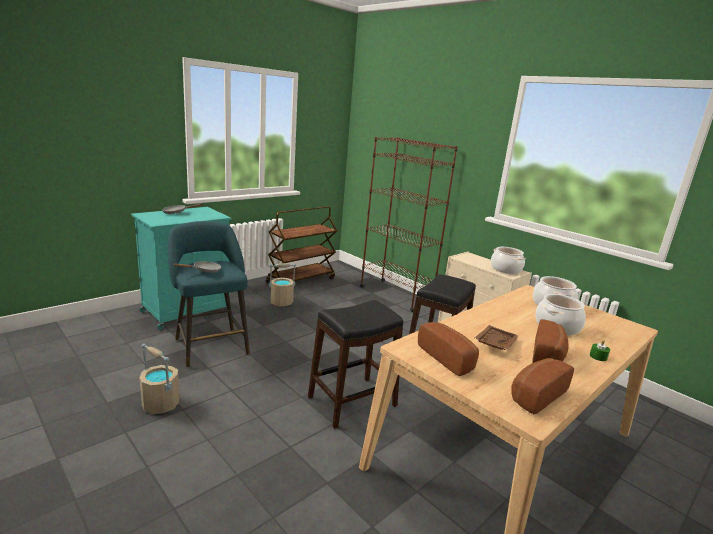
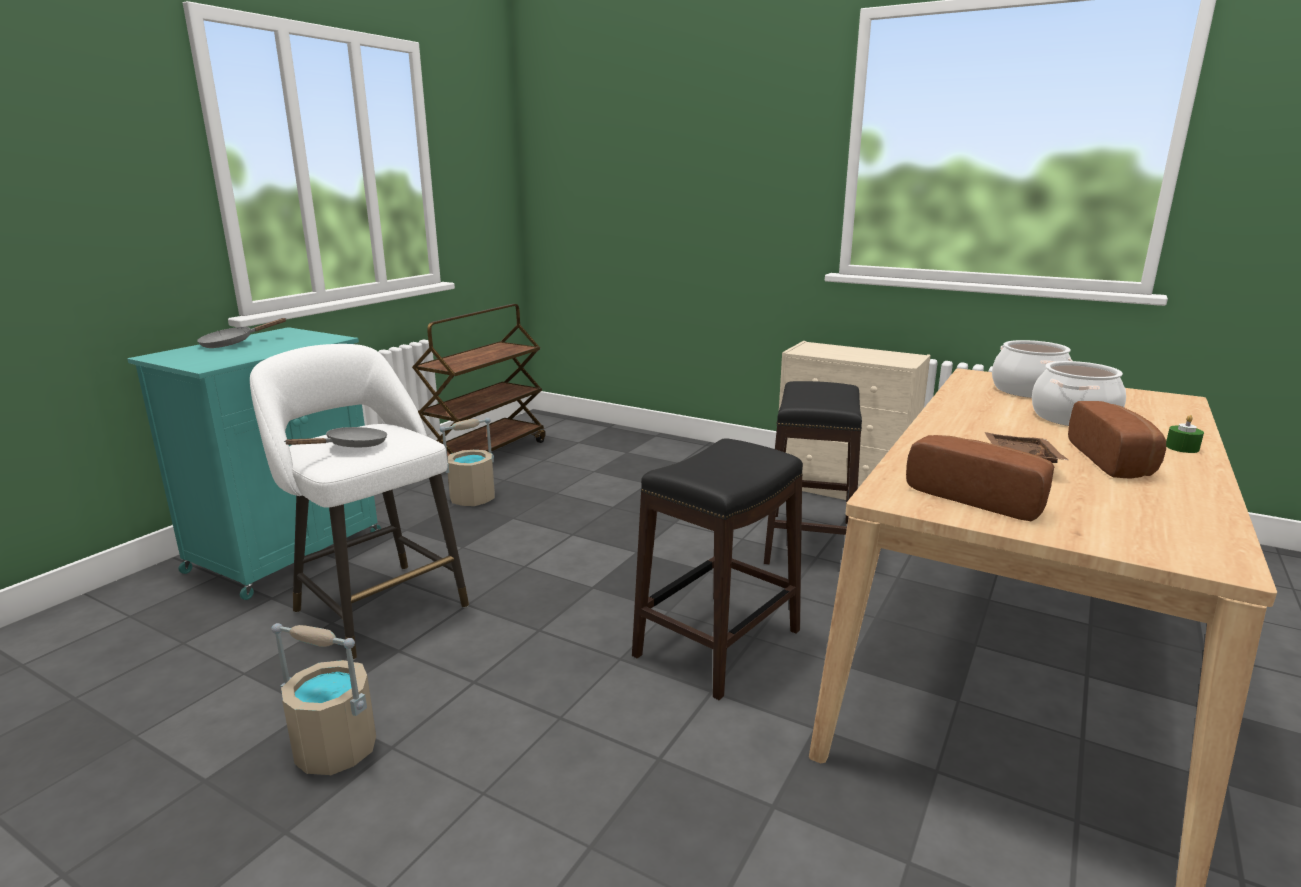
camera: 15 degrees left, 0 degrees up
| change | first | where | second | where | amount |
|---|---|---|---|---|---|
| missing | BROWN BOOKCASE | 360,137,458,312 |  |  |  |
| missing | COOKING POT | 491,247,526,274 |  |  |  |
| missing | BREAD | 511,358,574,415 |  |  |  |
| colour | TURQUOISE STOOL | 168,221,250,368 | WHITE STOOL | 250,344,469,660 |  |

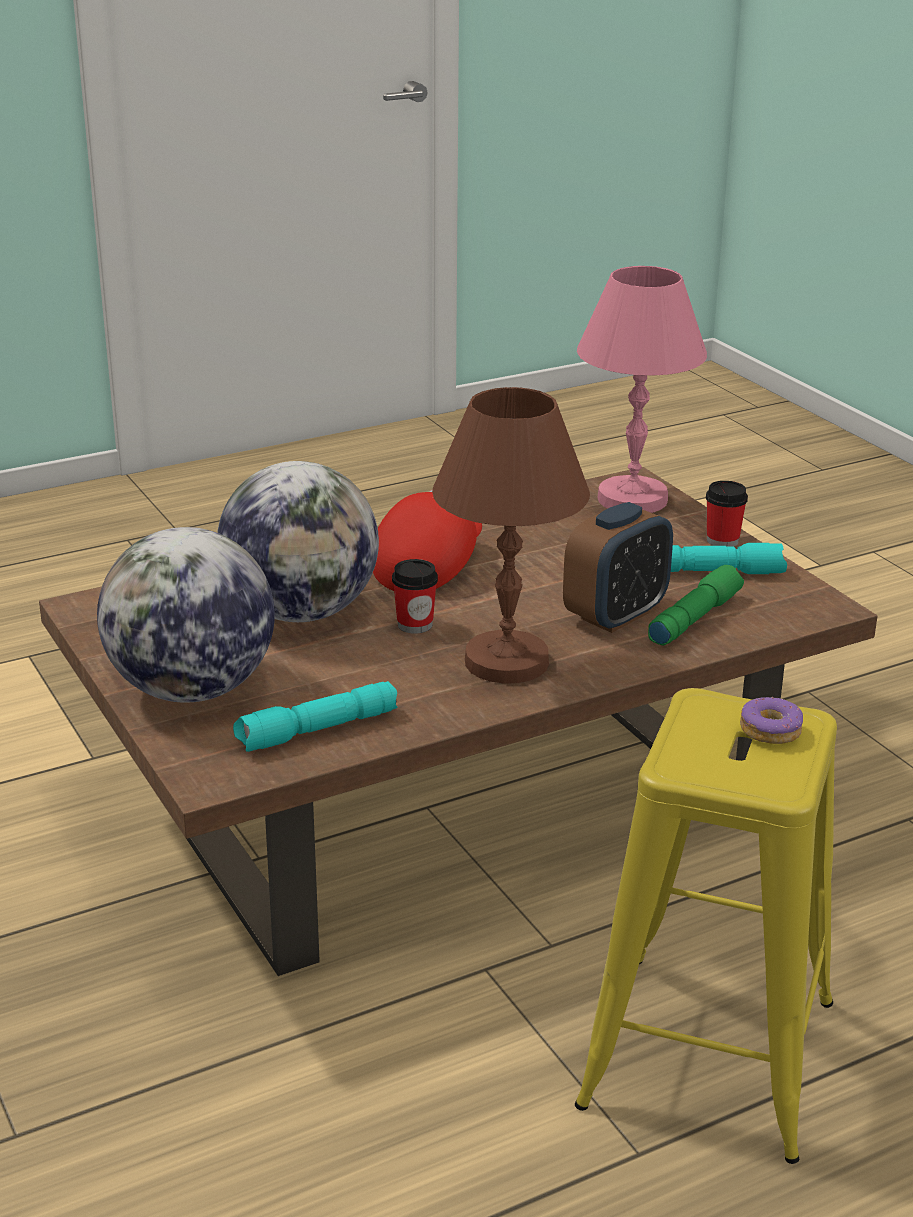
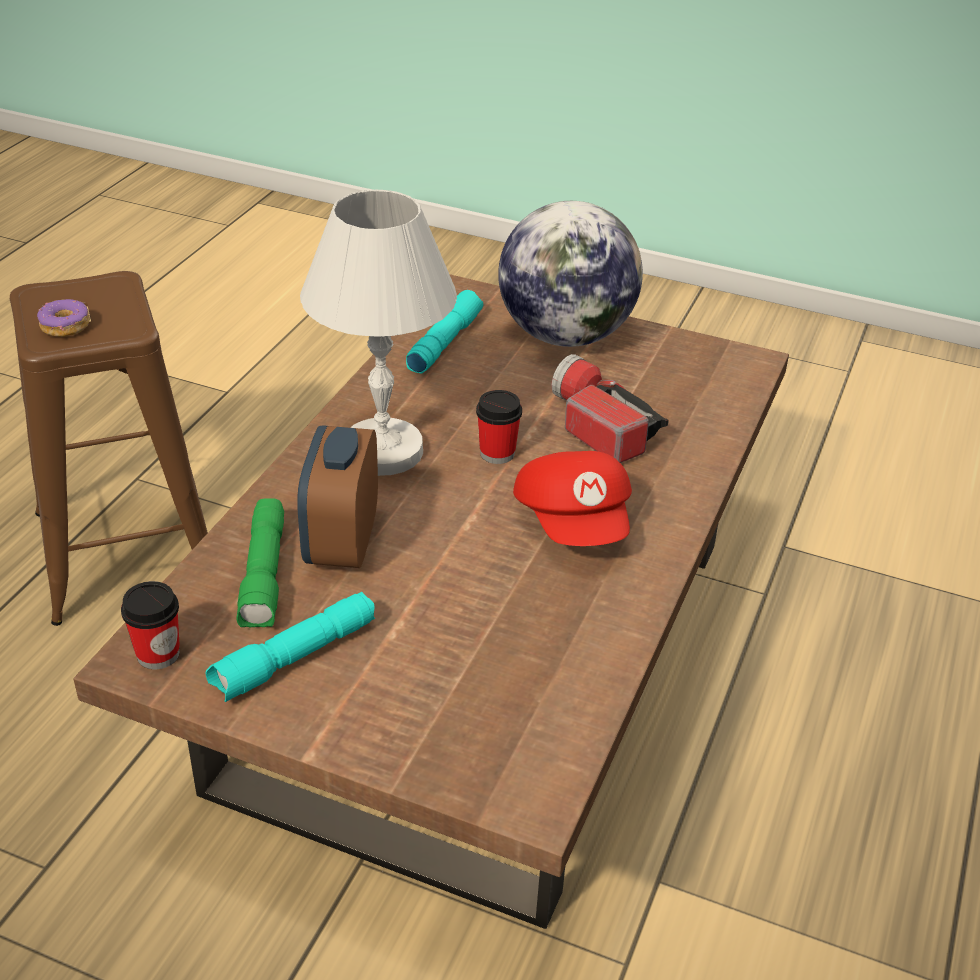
camera: 140 degrees right, 10 degrees up
| change | first | where | second | where | amount |
|---|---|---|---|---|---|
| missing | PINK TABLE LAMP | 577,266,707,513 |  |  |  |
| relocated | CUP | 706,481,748,547 |  | 121,581,180,669 |  |
| exchanged | GLOBE | 217,461,379,622 | FLASHLIGHT | 551,354,669,463 |  |
| colour | BROWN TABLE LAMP | 432,387,590,684 | WHITE TABLE LAMP | 300,190,457,476 |  |
| colour | YELLOW STOOL | 575,688,837,1164 | BROWN STOOL | 10,271,208,626 |  |

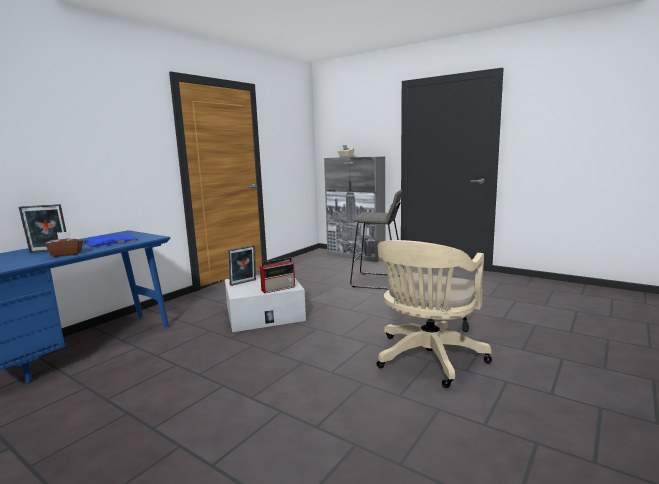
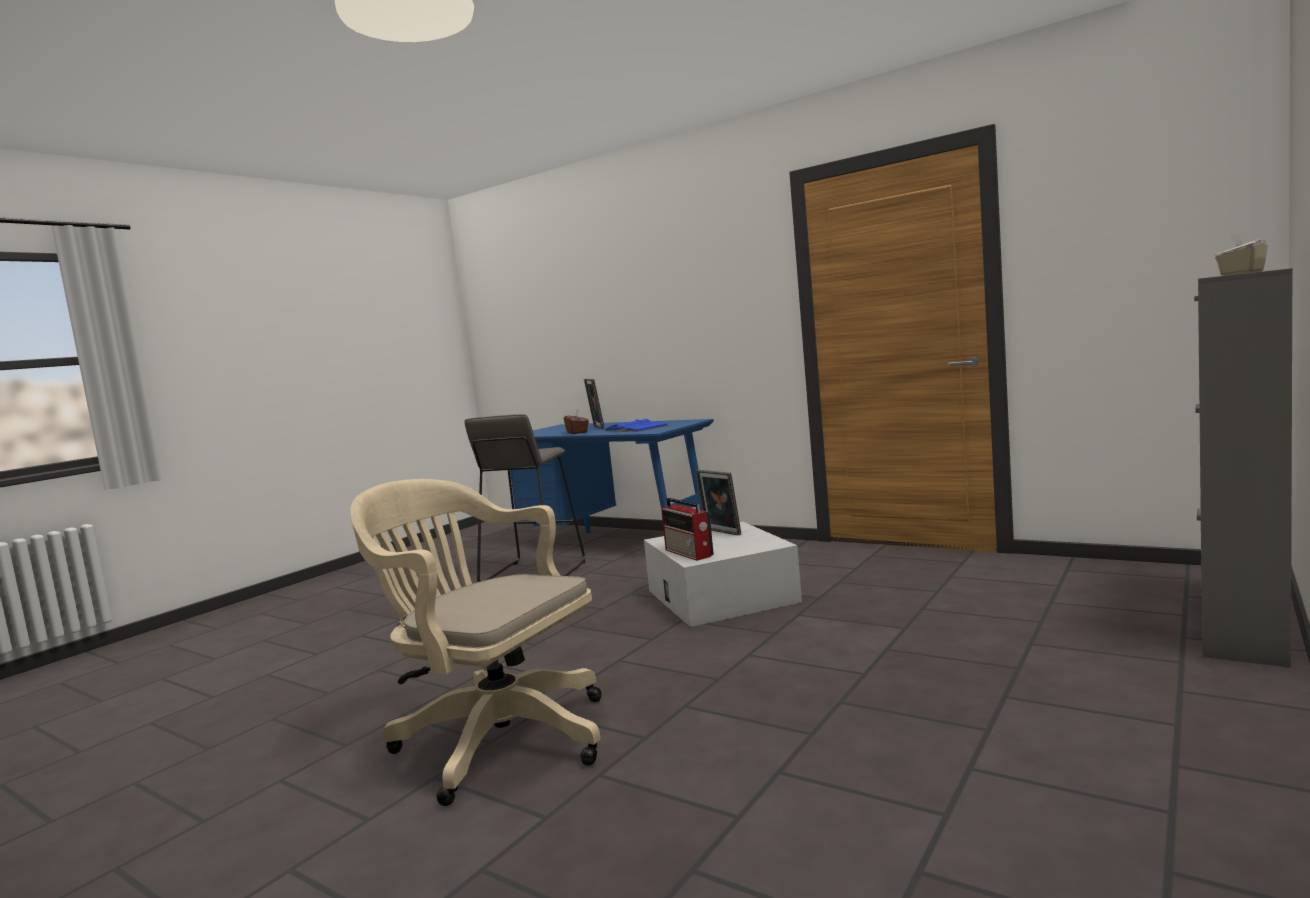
camera: 90 degrees right, 5 degrees down
| change | first | where | second | where | amount |
|---|---|---|---|---|---|
| relocated | GREY STOOL | 350,189,403,289 |  | 464,414,585,582 |  |

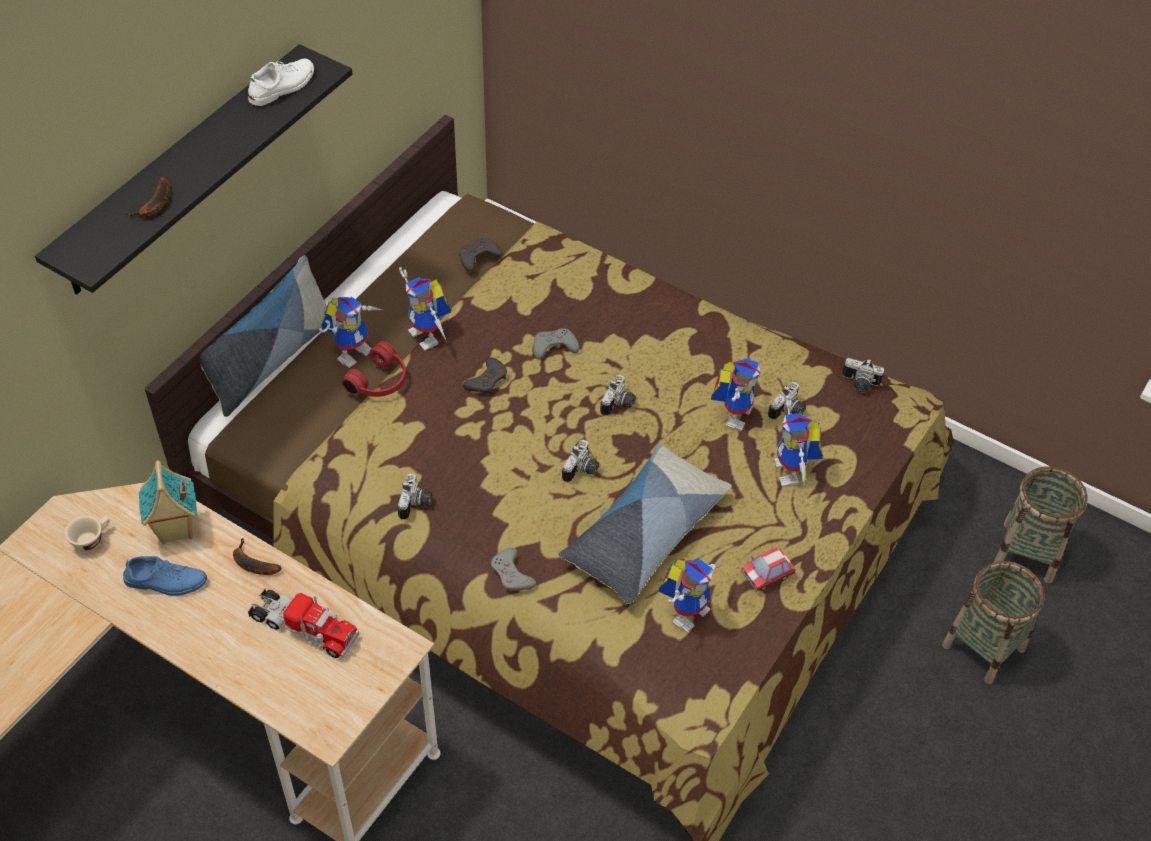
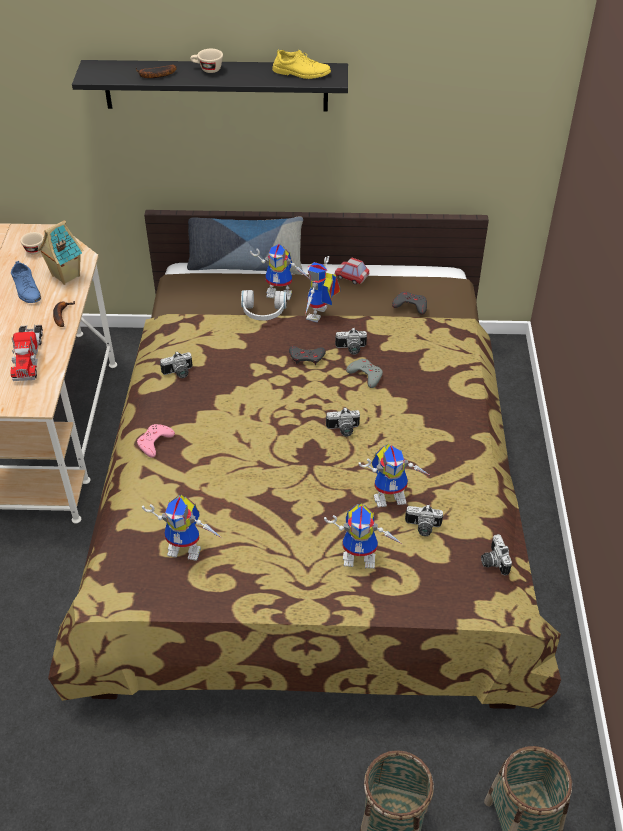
camera: 60 degrees right, 5 degrees down
| change | first | where | second | where | amount |
|---|---|---|---|---|---|
| missing | PILLOW | 559,444,732,604 |  |  |  |
| appeared |  |  | BEIGE CUP | 190,49,223,73 |  |
| relocated | PHOTO CAMERA | 562,440,599,483 |  | 335,328,367,355 |  |
| relocated | TOY CAR | 741,547,796,592 |  | 335,257,369,284 |  |
| colour | WHITE SHOE | 248,59,314,106 | YELLOW SHOE | 272,49,331,79 |  |
| colour | RED HEADPHONES | 341,341,406,397 | WHITE HEADPHONES | 241,290,287,321 |  |
| colour | GREY GAME CONTROLLER | 491,547,536,591 | PINK GAME CONTROLLER | 137,424,175,458 |  |
| spun | TOY ROBOT | 774,395,823,487 |  | 324,503,402,569 | 135 degrees counterclockwise |

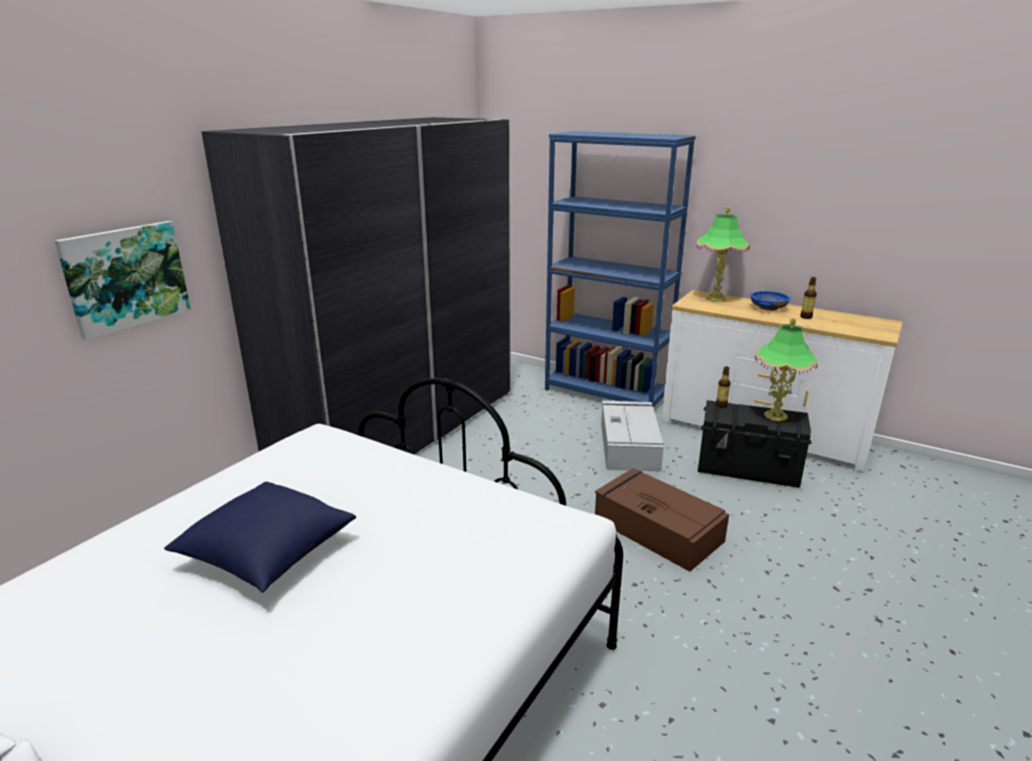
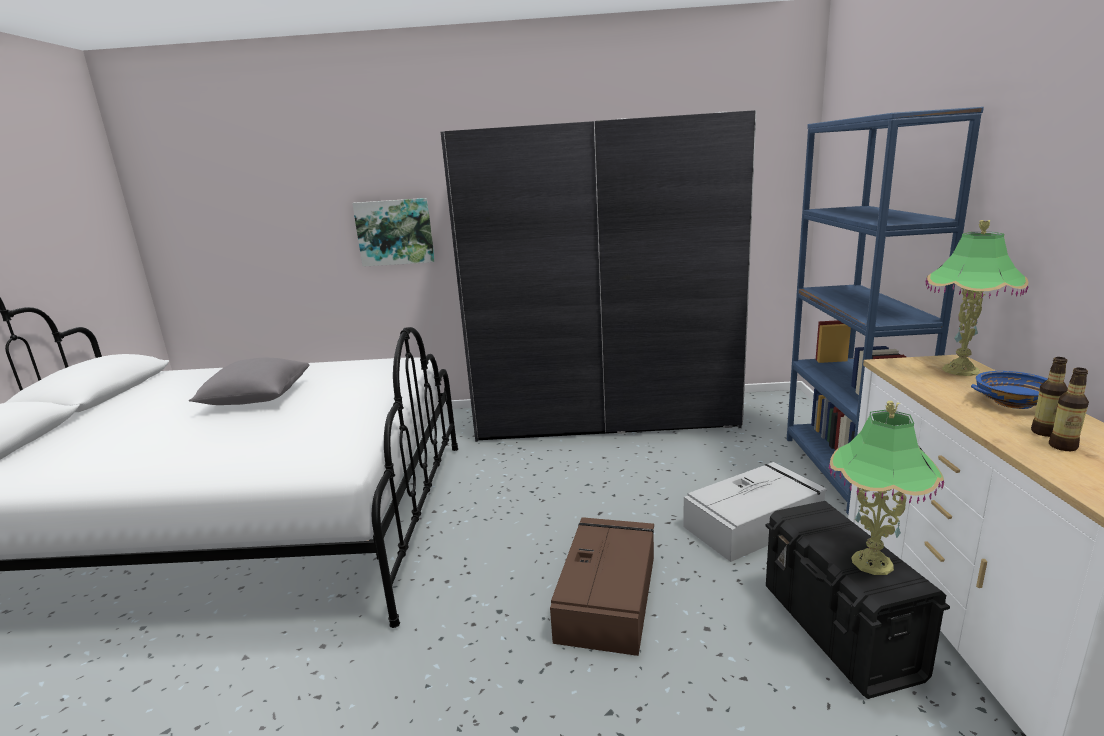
camera: 60 degrees right, 5 degrees down
| change | first | where | second | where | amount |
|---|---|---|---|---|---|
| relocated | BOTTLE | 716,367,731,408 |  | 1049,368,1089,451 |  |
| colour | BLUE PILLOW | 164,482,356,593 | GREY PILLOW | 189,358,309,405 |  |

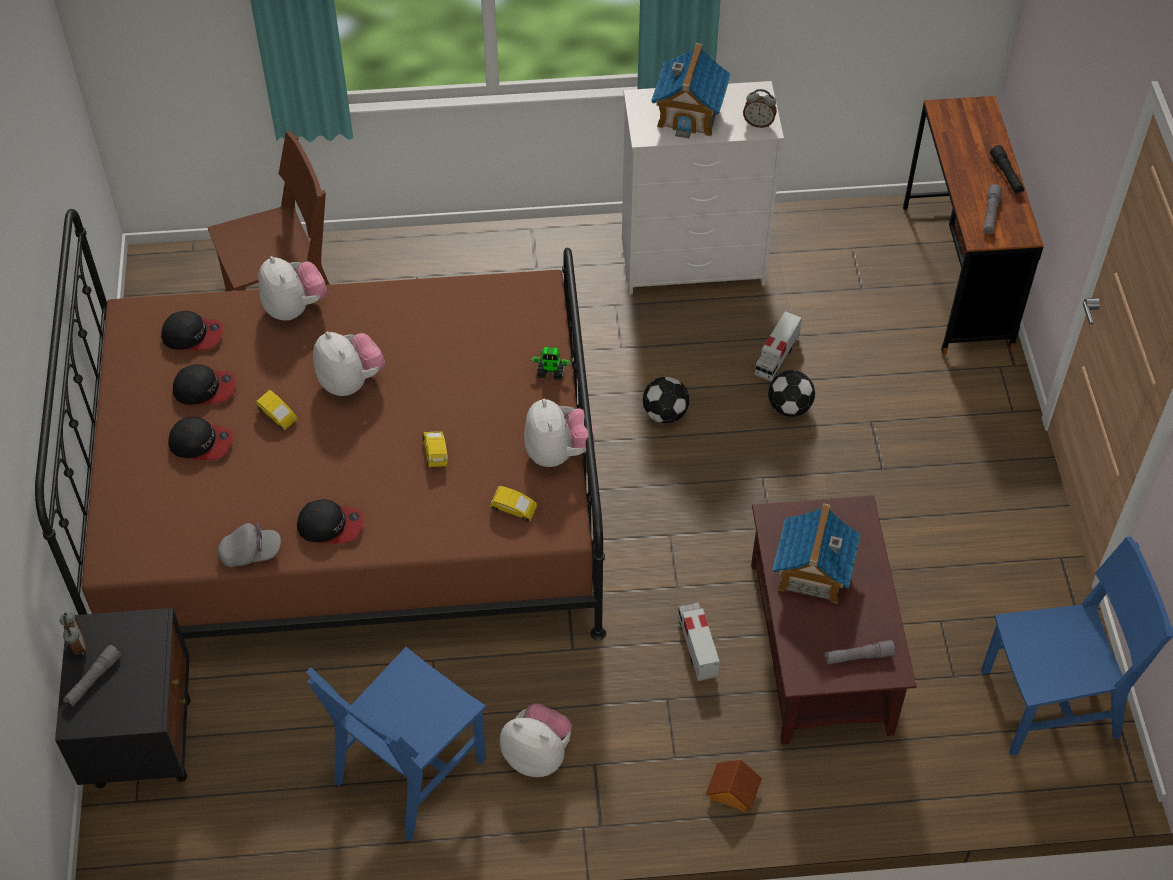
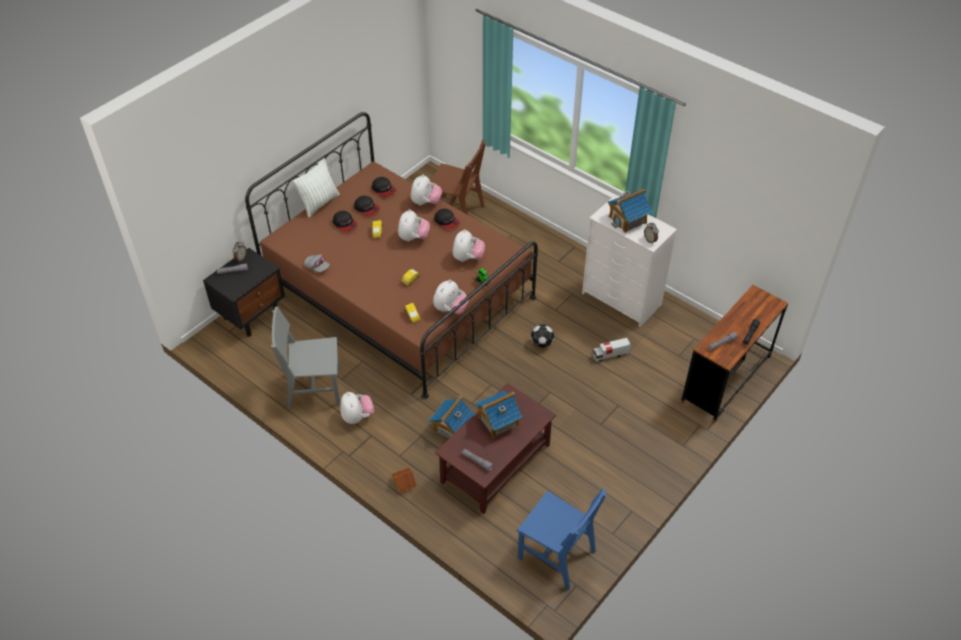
camera: 45 degrees right, 5 degrees down
| change | first | where | second | where | amount |
|---|---|---|---|---|---|
| missing | FOOTBALL | 768,370,815,417 |  |  |  |
| appeared |  |  | PILLOW | 293,158,340,217 |  |
| appeared |  |  | PLUSH TOY | 453,229,485,262 |  |
| relocated | CAP | 297,499,364,544 |  | 434,208,460,230 |  |
| exchanged | TOY TRUCK | 678,602,720,681 | TOY HOUSE | 429,396,474,439 |  |
| colour | BLUE CHAIR | 306,647,486,842 | GREY CHAIR | 271,306,341,409 |  |

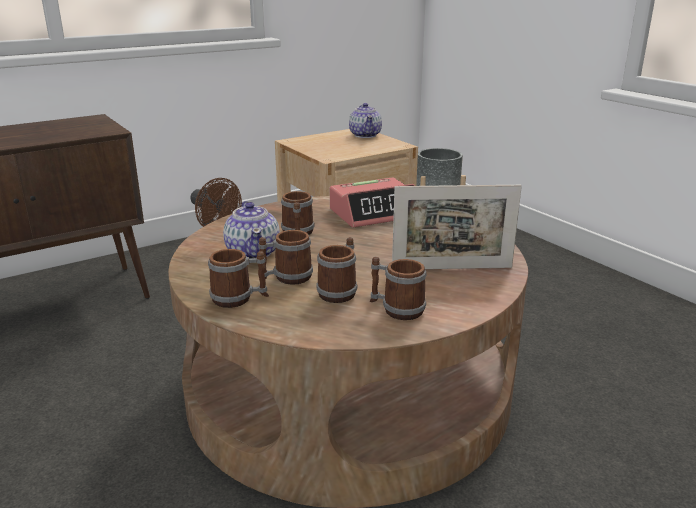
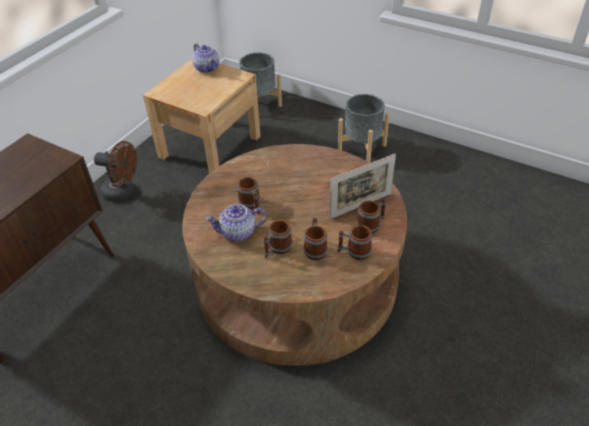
camera: 25 degrees left, 20 degrees up
| change | first | where | second | where | amount |
|---|---|---|---|---|---|
| missing | ALARM CLOCK | 330,177,415,228 |  |  |  |
| appeared |  |  | GREY PLANTER | 338,94,390,163 |  |
| relocated | MUG | 208,249,269,308 |  | 356,198,387,233 |  |
| spun | TEAPOT | 223,201,280,259 |  | 205,204,267,241 | 120 degrees clockwise |

